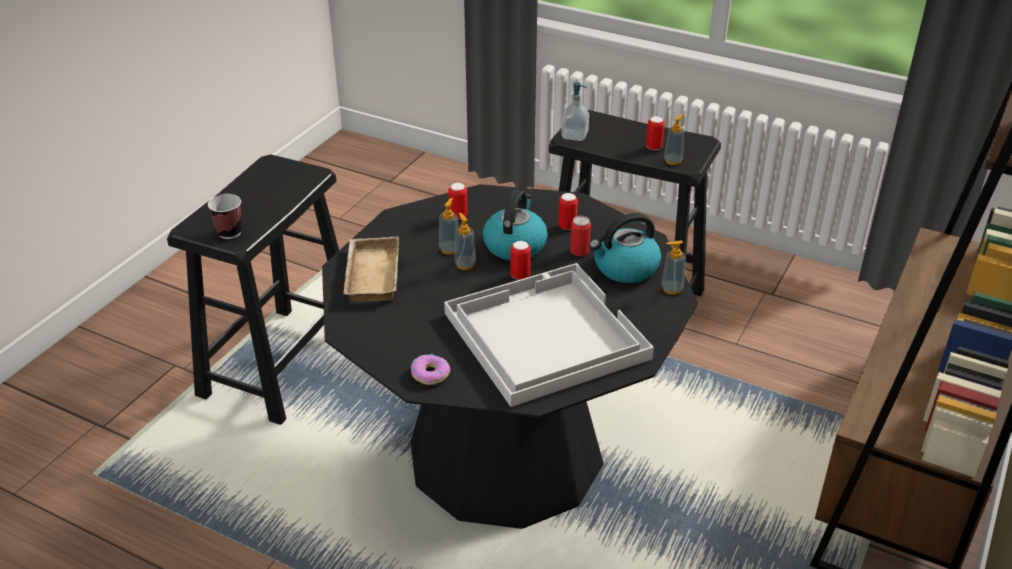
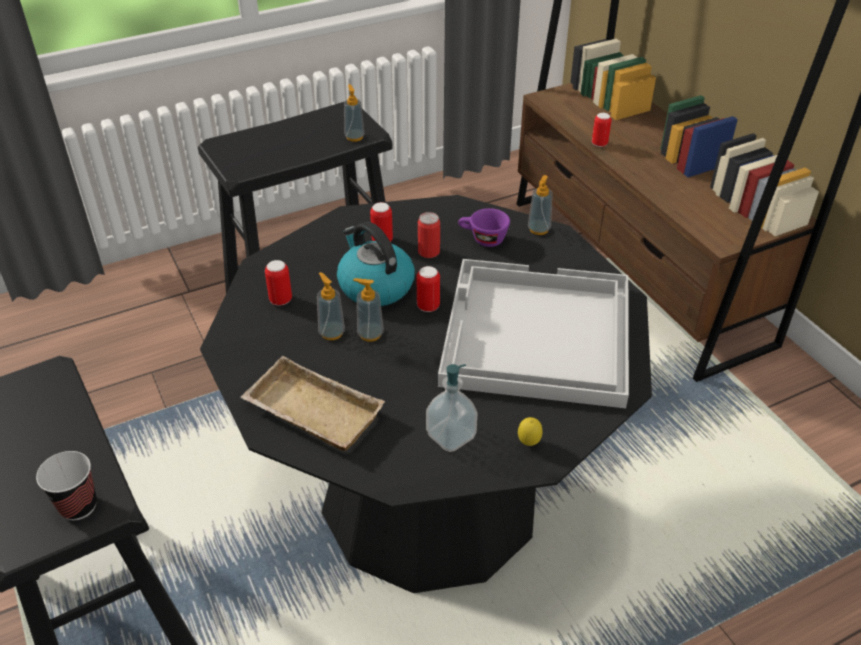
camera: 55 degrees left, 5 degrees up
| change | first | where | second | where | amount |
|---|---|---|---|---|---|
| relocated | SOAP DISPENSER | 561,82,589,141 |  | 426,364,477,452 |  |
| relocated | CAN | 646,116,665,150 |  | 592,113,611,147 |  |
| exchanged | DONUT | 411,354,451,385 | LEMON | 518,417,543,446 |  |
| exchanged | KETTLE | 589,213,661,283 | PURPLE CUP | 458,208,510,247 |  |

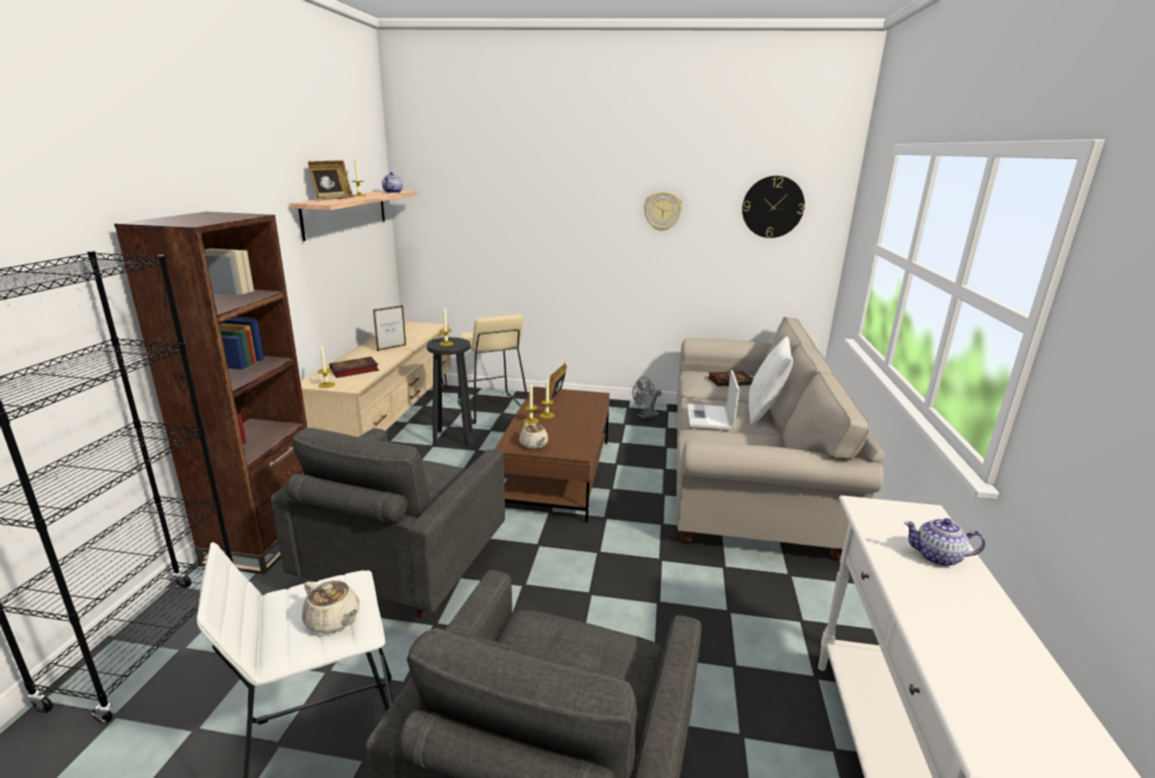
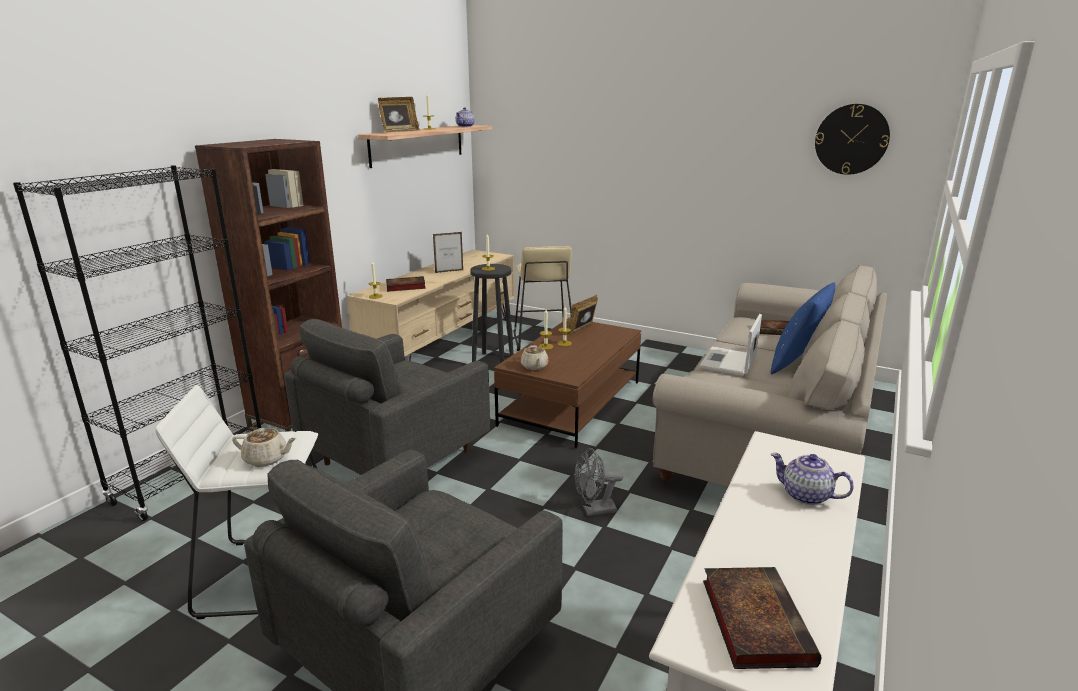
camera: 20 degrees right, 0 degrees up
| change | first | where | second | where | amount |
|---|---|---|---|---|---|
| missing | WALL CLOCK | 644,191,683,231 |  |  |  |
| appeared |  |  | BOOK | 703,567,822,669 |  |
| relocated | GREY FAN | 632,377,661,419 |  | 574,448,623,516 |  |
| colour | WHITE PILLOW | 749,336,793,425 | BLUE PILLOW | 770,282,835,374 |  |
| spun | BEIGE TEAPOT | 302,580,360,634 |  | 232,428,297,467 | 45 degrees counterclockwise |

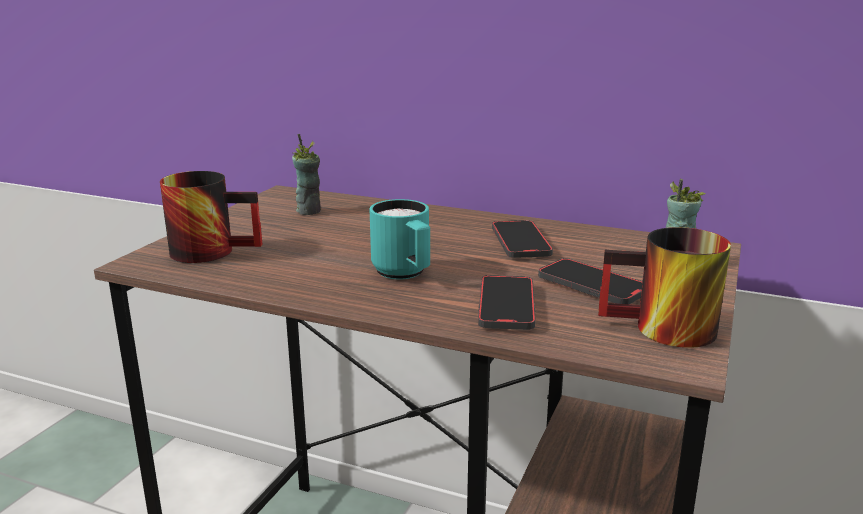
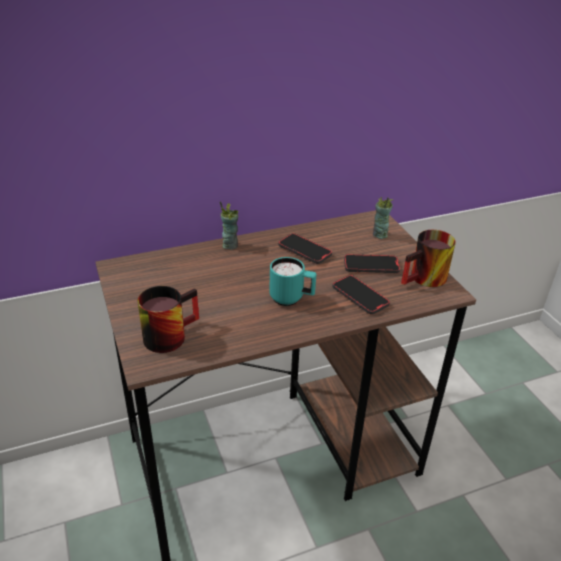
camera: 45 degrees left, 15 degrees up
| change | first | where | second | where | amount |
|---|---|---|---|---|---|
| relocated | CUP | 292,134,321,215 |  | 220,201,238,250 |  |

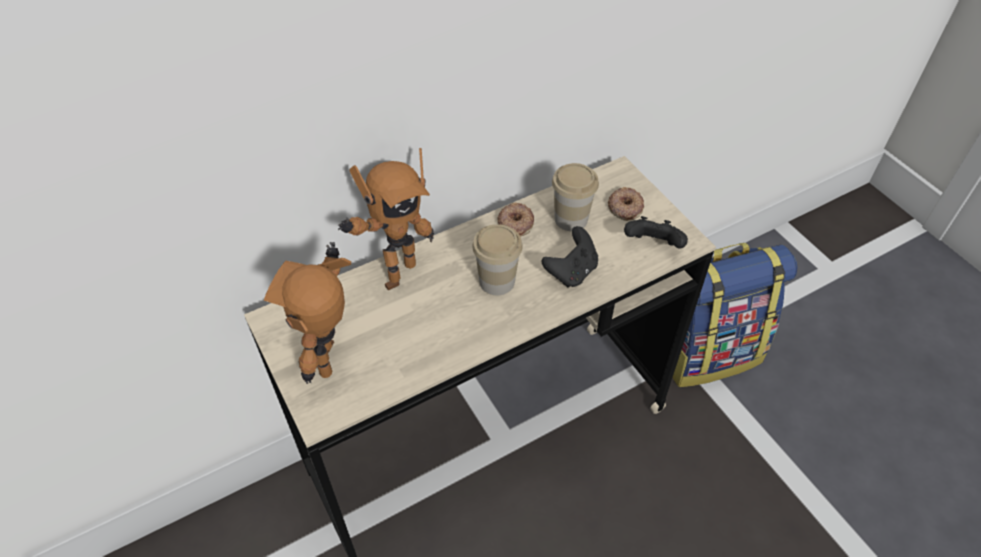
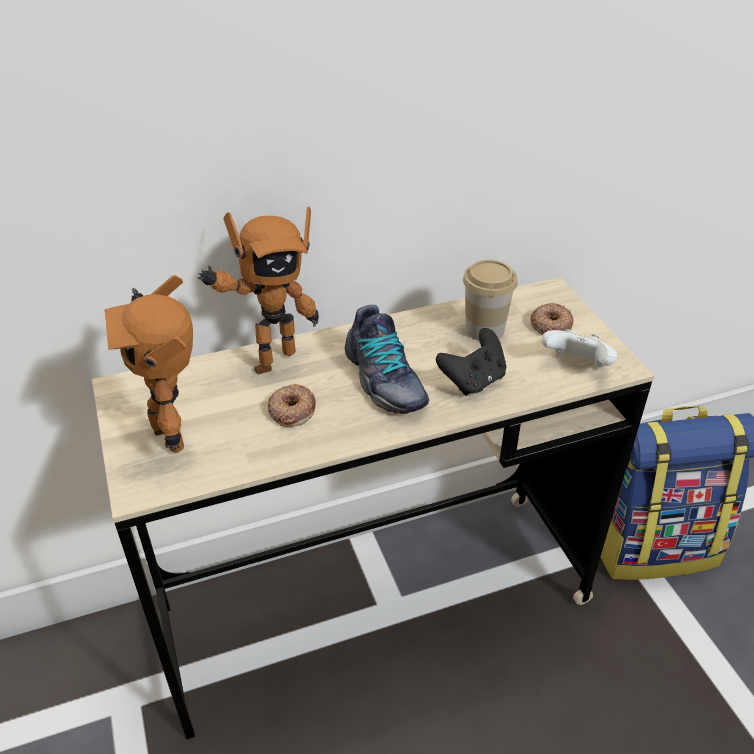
camera: 10 degrees right, 10 degrees down
| change | first | where | second | where | amount |
|---|---|---|---|---|---|
| relocated | DONUT | 497,203,534,237 |  | 268,384,316,427 |  |
| exchanged | CUP | 472,224,523,295 | SHOE | 345,305,429,414 |  |
| colour | BLACK GAME CONTROLLER | 624,216,688,249 | WHITE GAME CONTROLLER | 541,329,617,367 |  |
| spun | TOY ROBOT | 264,242,351,384 |  | 105,275,193,453 | 45 degrees counterclockwise |

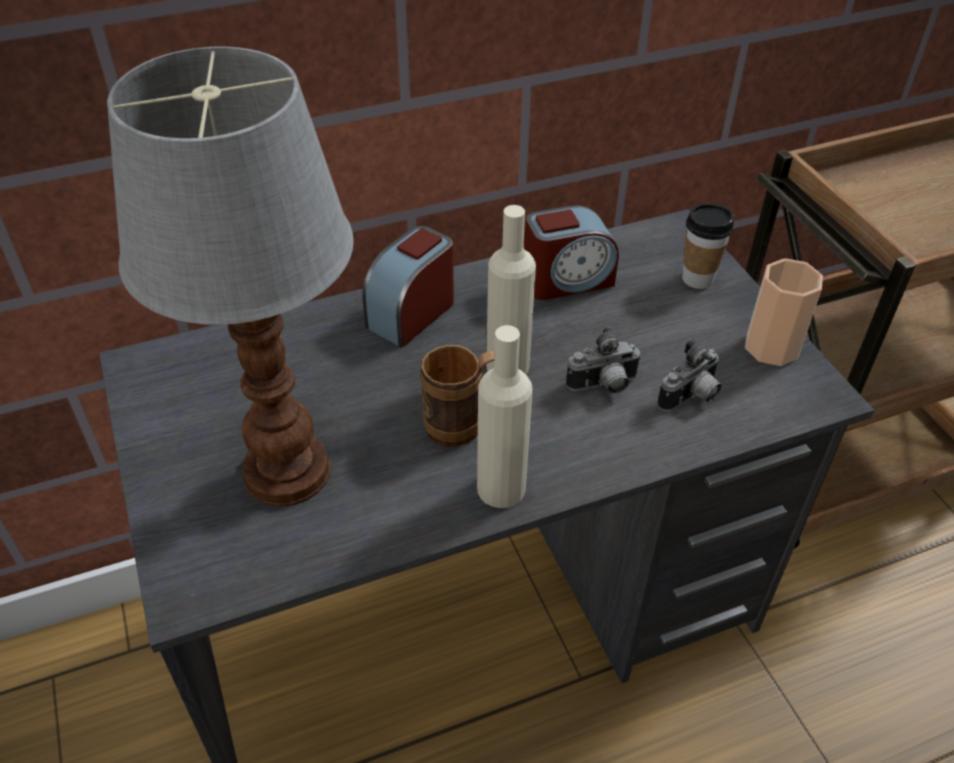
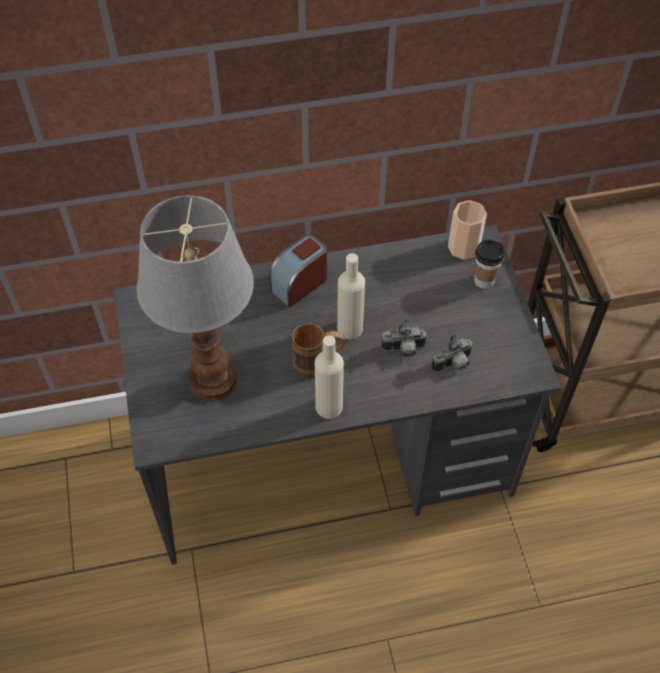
camera: 10 degrees right, 10 degrees up
| change | first | where | second | where | amount |
|---|---|---|---|---|---|
| missing | ALARM CLOCK | 524,205,619,300 |  |  |  |
| relocated | CUP | 745,258,823,366 |  | 448,200,487,260 |  |

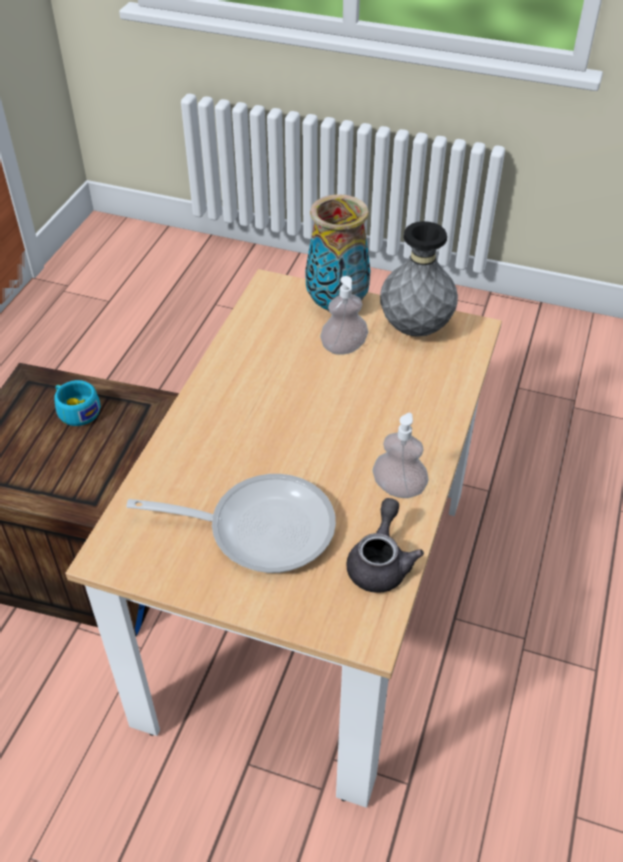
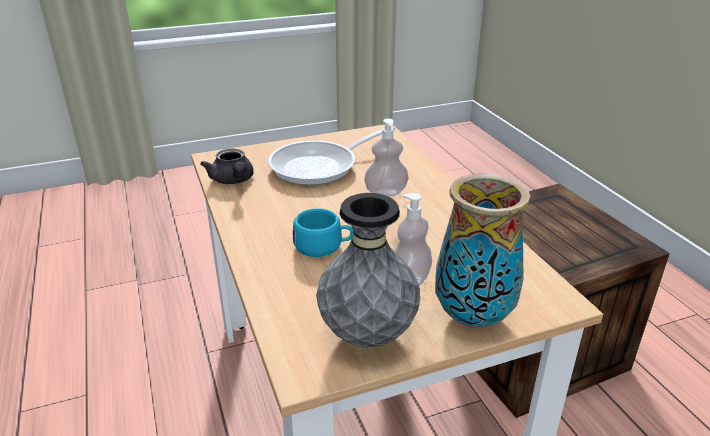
camera: 140 degrees right, 15 degrees down
| change | first | where | second | where | amount |
|---|---|---|---|---|---|
| relocated | TURQUOISE CUP | 54,380,100,426 |  | 293,208,353,257 |  |
| relocated | SOAP DISPENSER | 372,413,429,498 |  | 364,118,409,197 |  |

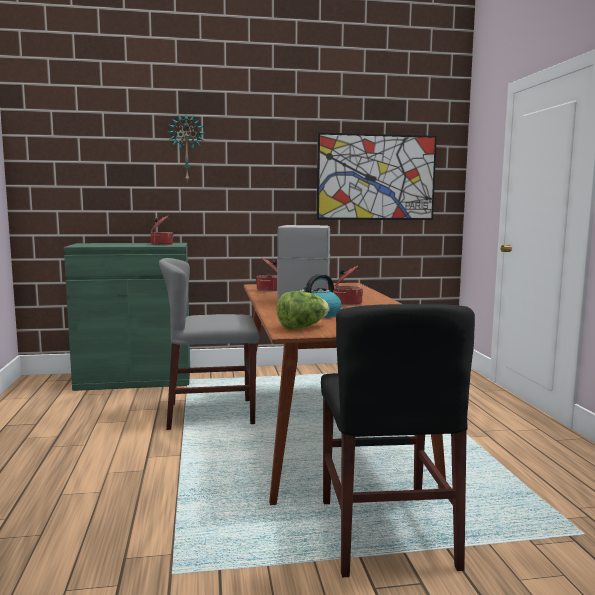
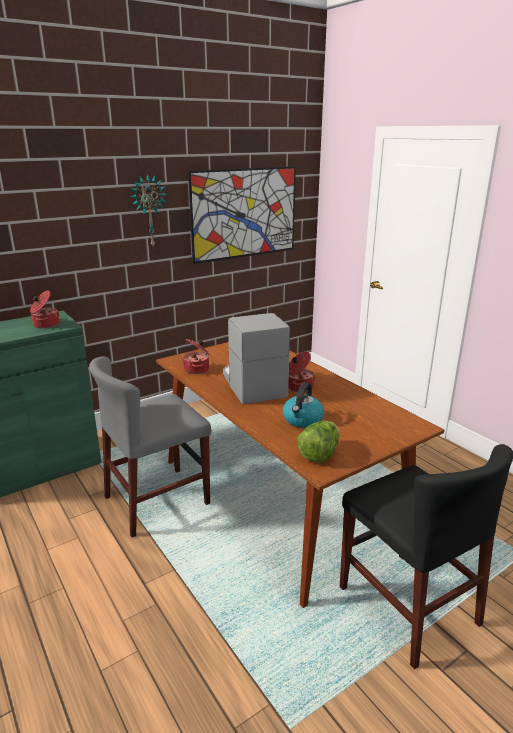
camera: 25 degrees left, 15 degrees up
| change | first | where | second | where | amount |
|---|---|---|---|---|---|
| relocated | WALL CLOCK | 168,114,205,182 |  | 130,174,167,246 |  |

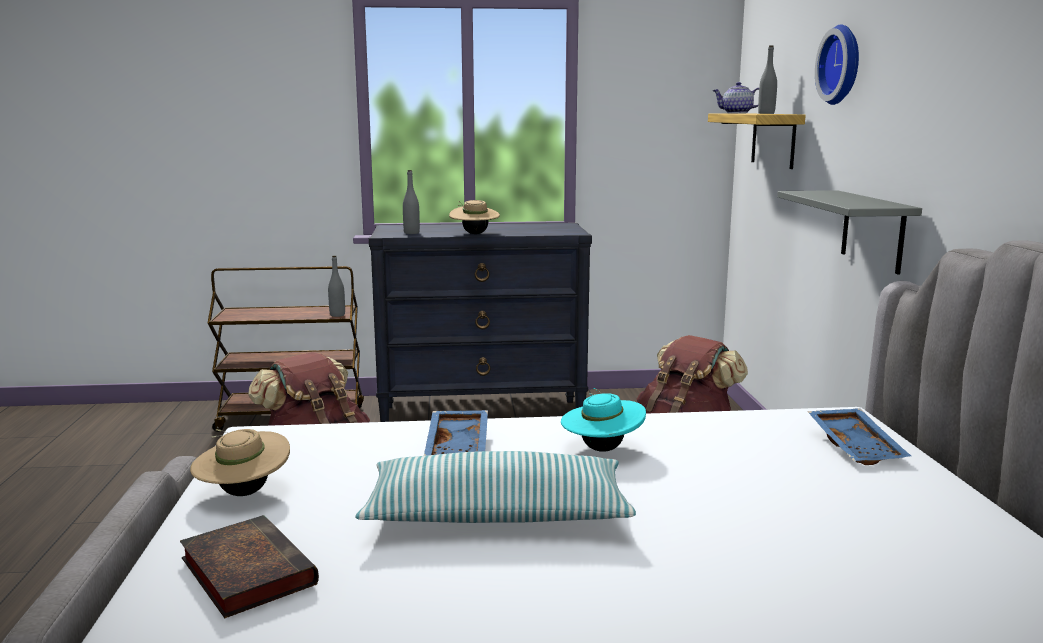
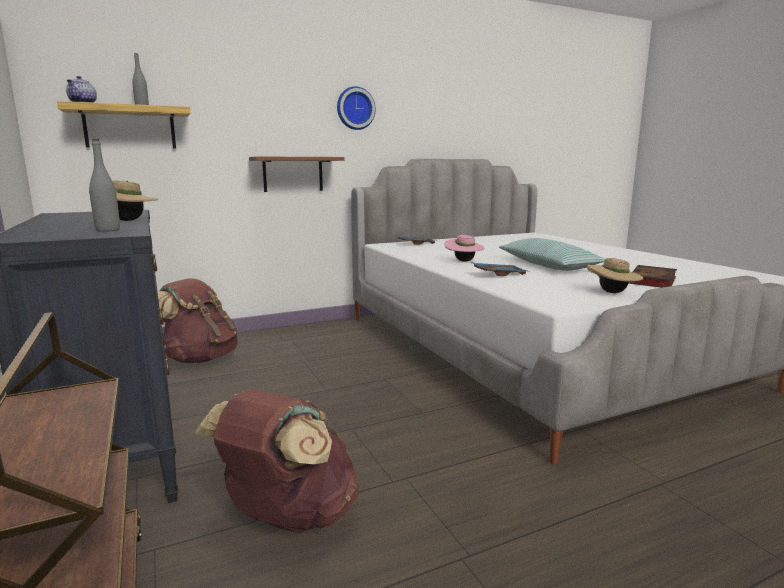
camera: 110 degrees left, 0 degrees up
| change | first | where | second | where | amount |
|---|---|---|---|---|---|
| missing | GREY BOTTLE | 328,255,345,317 |  |  |  |
| relocated | WALL CLOCK | 815,24,859,105 |  | 337,86,376,130 |  |
| colour | TURQUOISE HAT | 561,388,646,452 | PINK HAT | 445,235,484,262 |  |
| colour | GREY SHELF | 777,190,922,275 | BROWN SHELF | 249,156,345,192 |  |

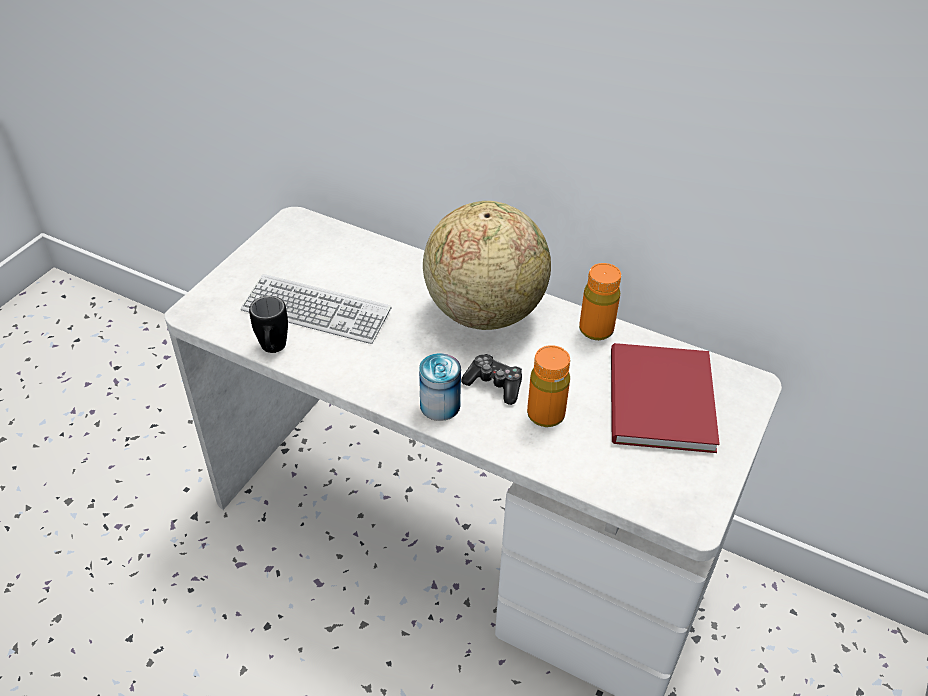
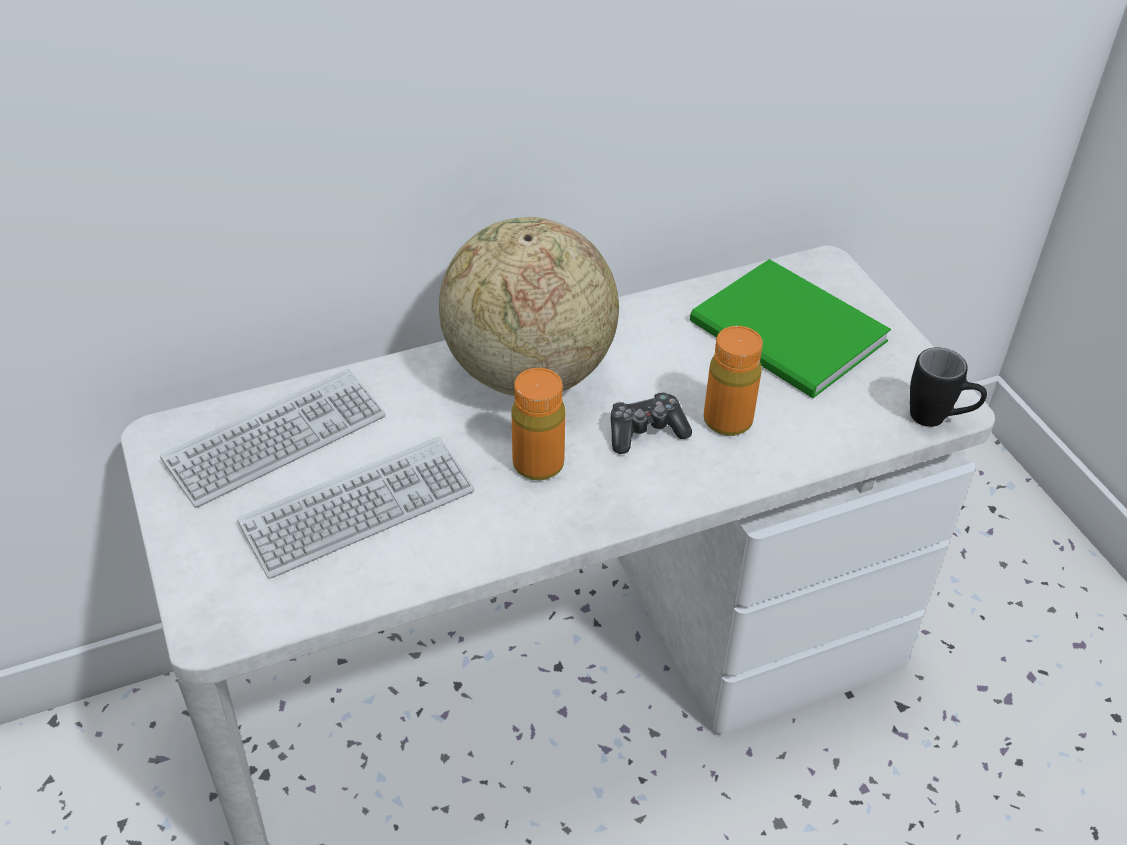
camera: 50 degrees left, 0 degrees up
| change | first | where | second | where | amount |
|---|---|---|---|---|---|
| missing | CAN | 419,353,461,421 |  |  |  |
| appeared |  |  | KEYBOARD | 160,369,386,508 |  |
| relocated | BLACK MUG | 249,296,288,353 |  | 910,347,987,427 |  |
| relocated | ORANGE BOTTLE | 579,263,621,340 |  | 512,368,565,481 |  |
| colour | RED BOOK | 611,343,720,453 | GREEN BOOK | 690,259,891,398 |  |

